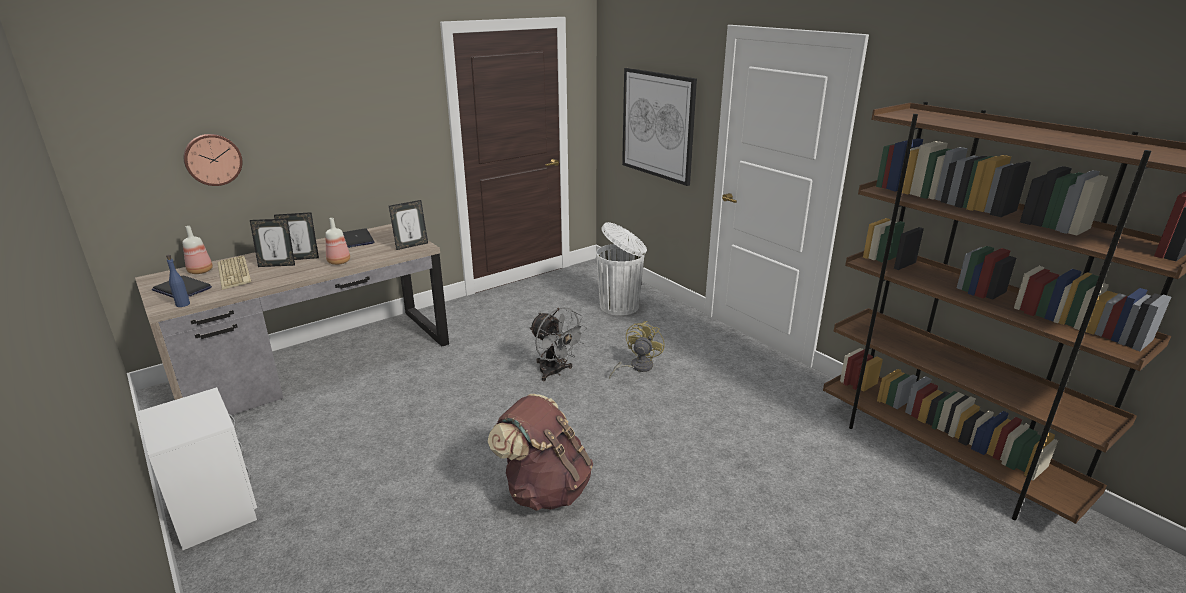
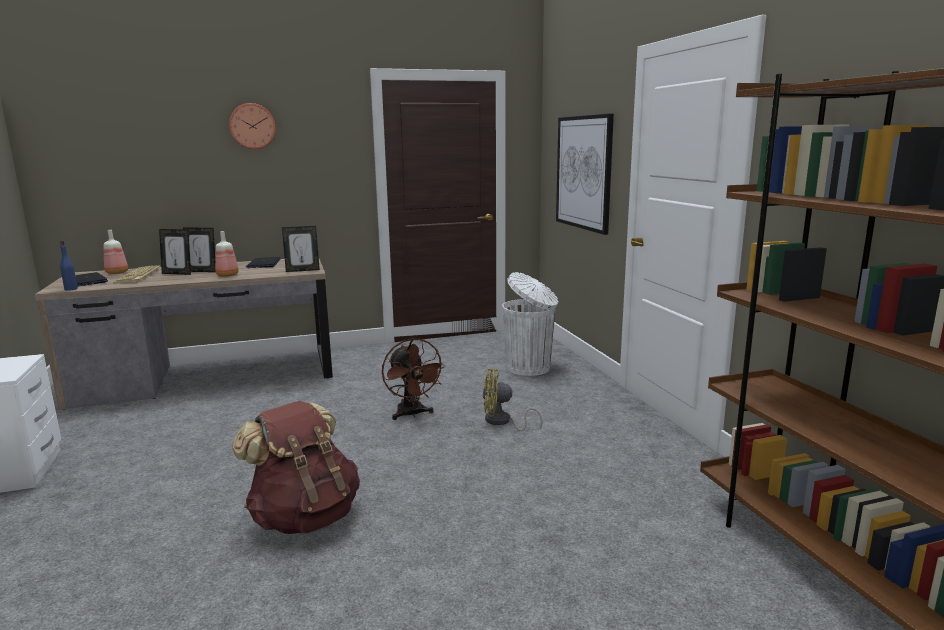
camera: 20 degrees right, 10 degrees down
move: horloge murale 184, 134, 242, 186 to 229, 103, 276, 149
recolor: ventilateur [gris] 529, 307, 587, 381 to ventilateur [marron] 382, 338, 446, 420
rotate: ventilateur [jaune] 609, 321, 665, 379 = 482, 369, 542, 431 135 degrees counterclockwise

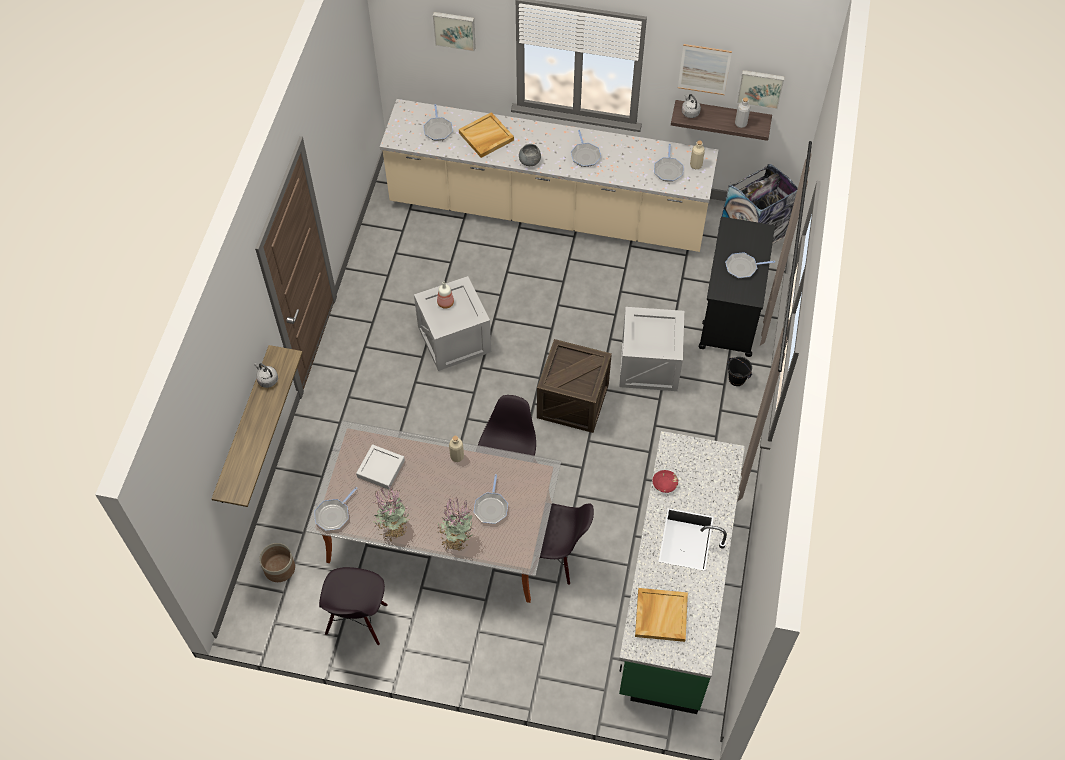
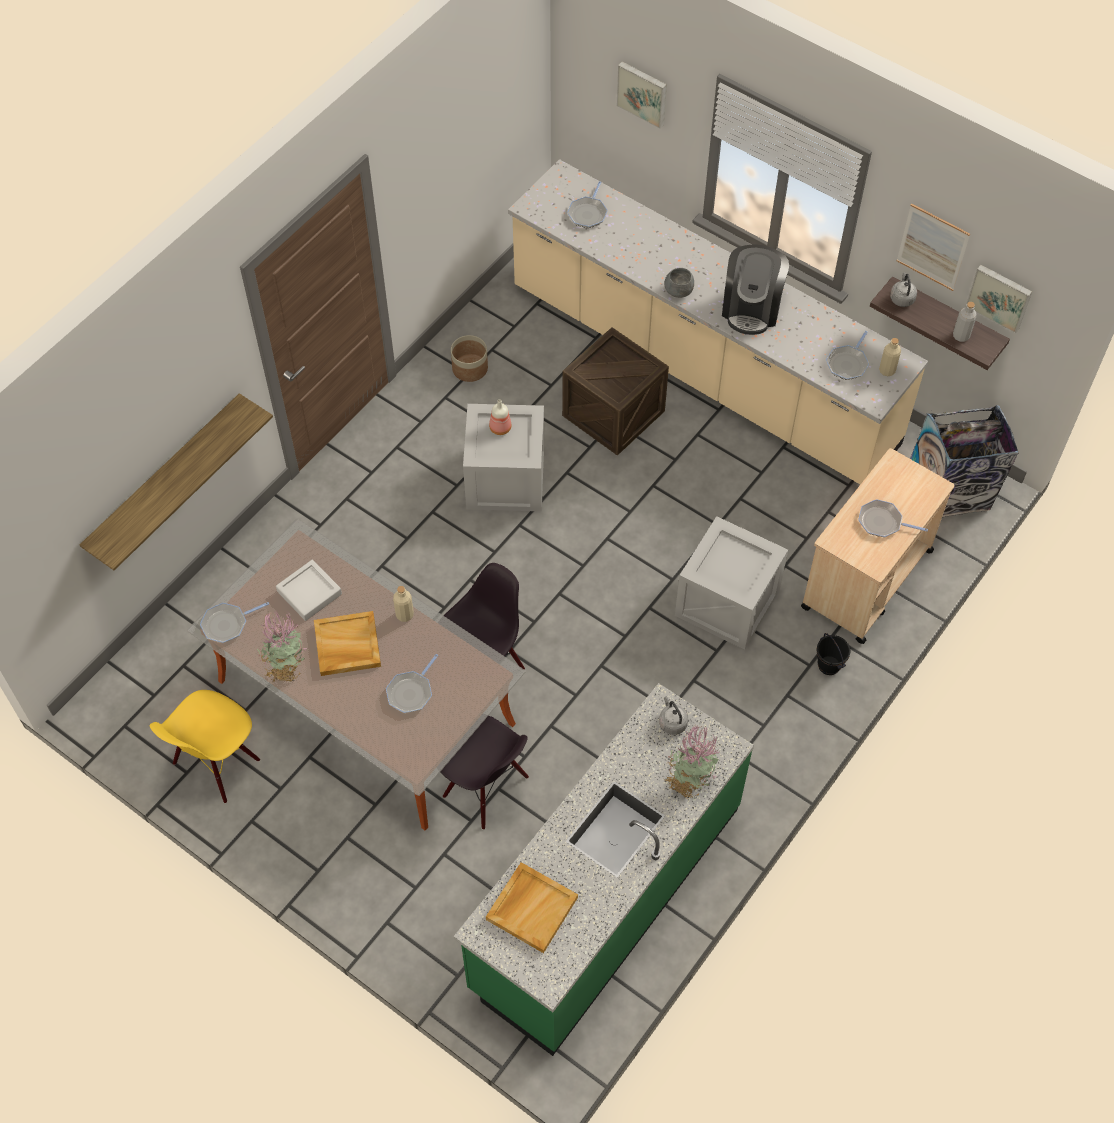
camera: 25 degrees right, 0 degrees up
delete: bol [rouge] 653, 470, 678, 493
move: bouilloire [gris] 254, 363, 278, 388 to 659, 696, 688, 735; cache-pot 259, 543, 295, 582 to 451, 335, 488, 382; plante en pot 437, 497, 475, 551 to 665, 725, 719, 799; plateau [beige] 459, 112, 514, 158 to 314, 611, 381, 676; caisse 537, 339, 612, 433 to 562, 327, 669, 456
replace: poêle 571, 130, 601, 167 to machine à café 722, 244, 789, 335
recolor: chaise [noir] 319, 567, 388, 646 to chaise [jaune] 150, 690, 260, 803; chariot [noir] 699, 217, 775, 357 to chariot [beige] 801, 448, 955, 644

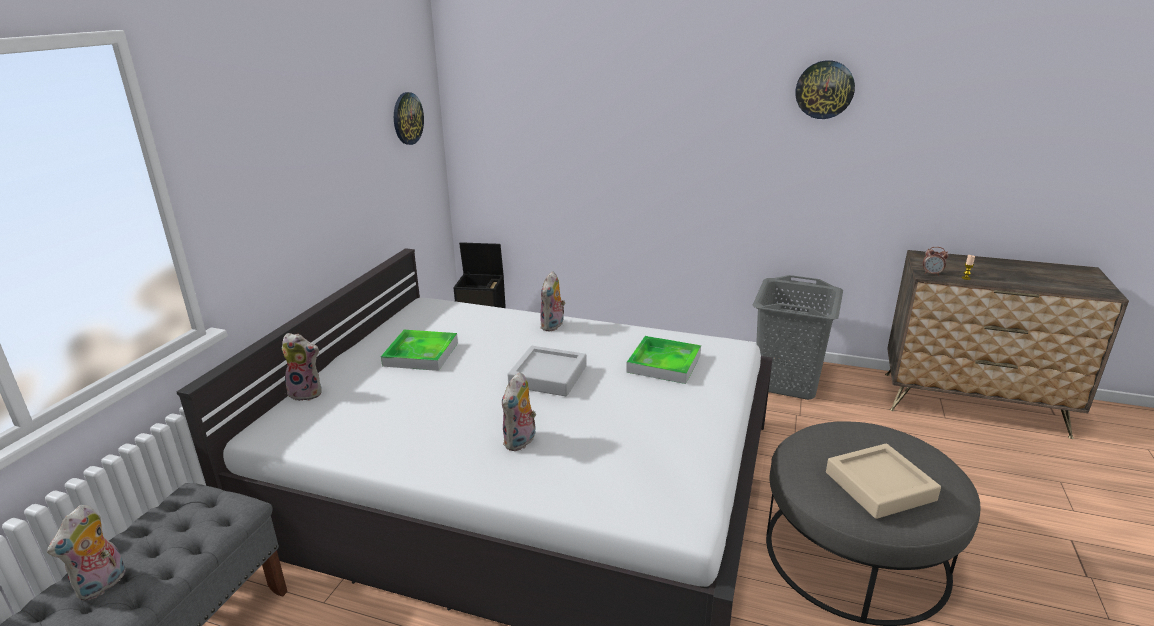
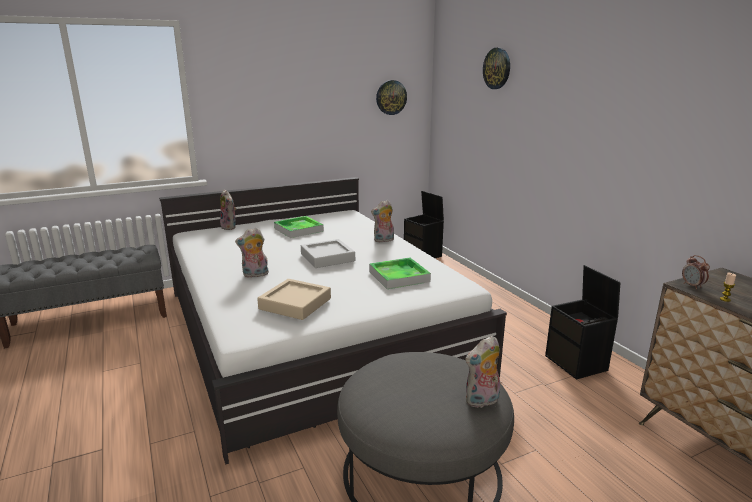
camera: 45 degrees right, 5 degrees down
move: peluche 47, 505, 126, 601 to 465, 336, 500, 408; horloge murale 795, 60, 855, 119 to 483, 48, 510, 89; plateau [beige] 826, 443, 941, 519 to 257, 279, 331, 320
replace: panier à linge [gris] 752, 275, 843, 400 to boîte de rangement [noir] 545, 265, 621, 379

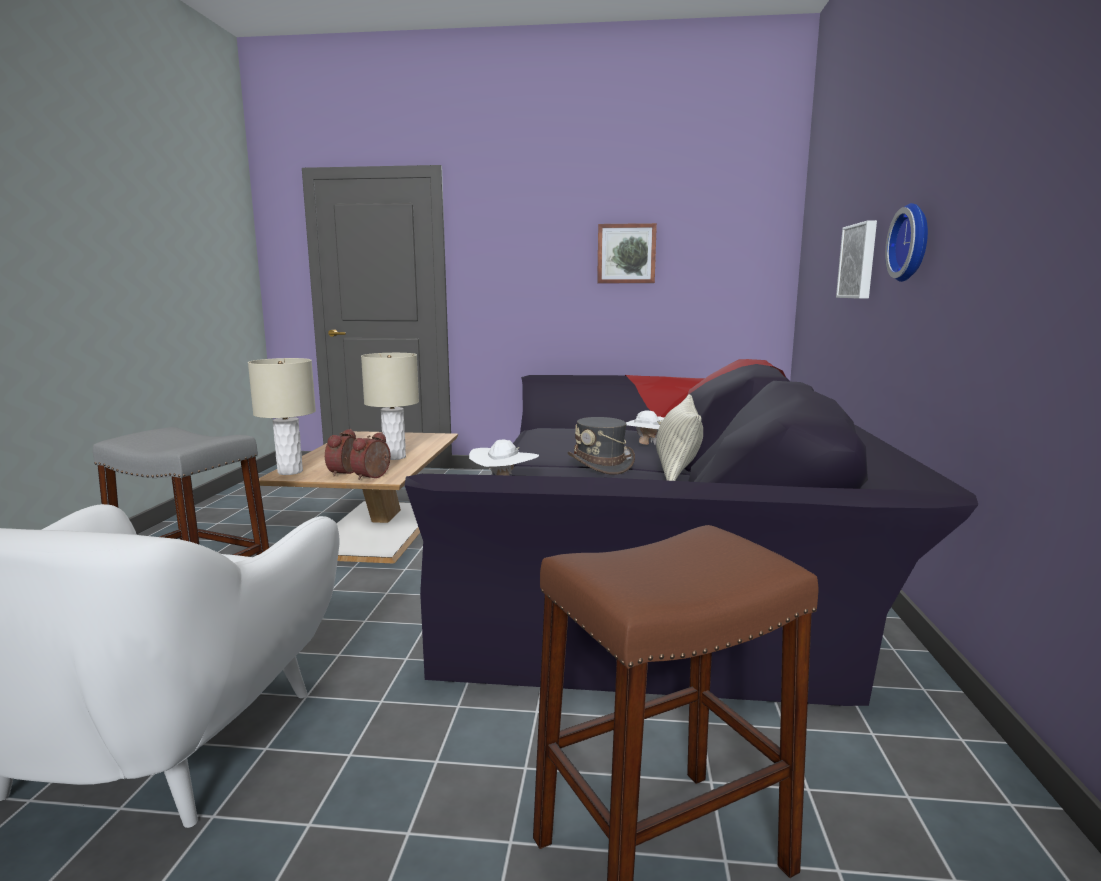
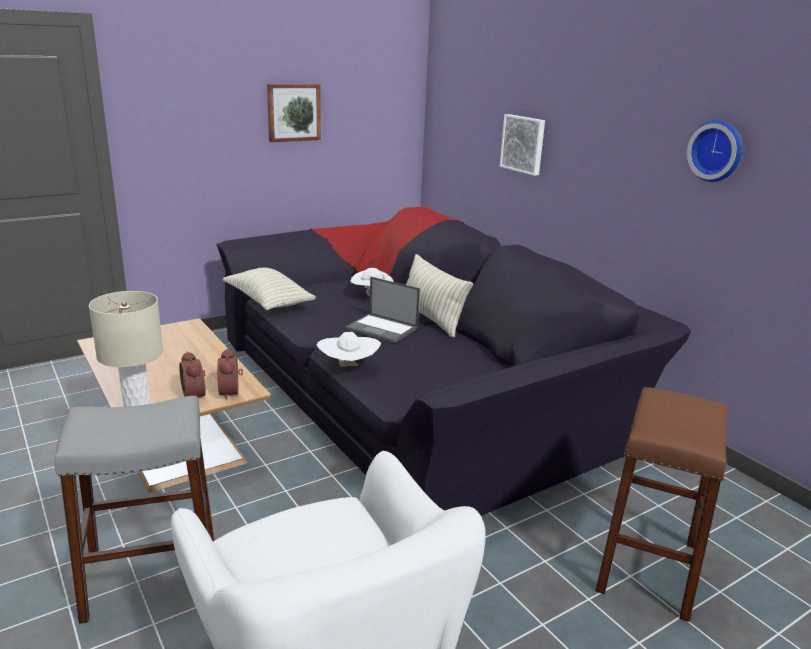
camera: 40 degrees left, 10 degrees up
delete: lampe de table [beige] 361, 353, 419, 460
insert: coussin 223, 268, 316, 310
move: horloge murale 885, 203, 928, 282 to 687, 120, 742, 182
replace: chapeau [gris] 567, 417, 635, 475 to ordinateur portable 345, 277, 420, 344

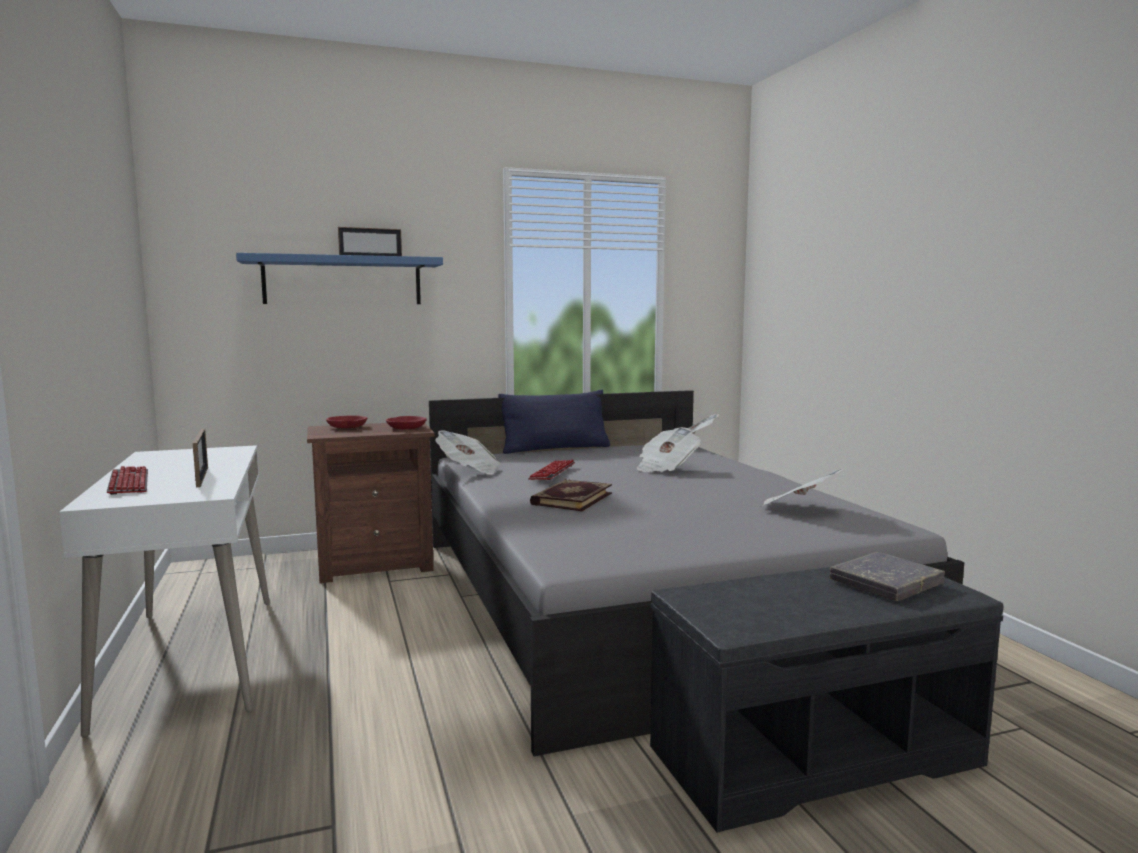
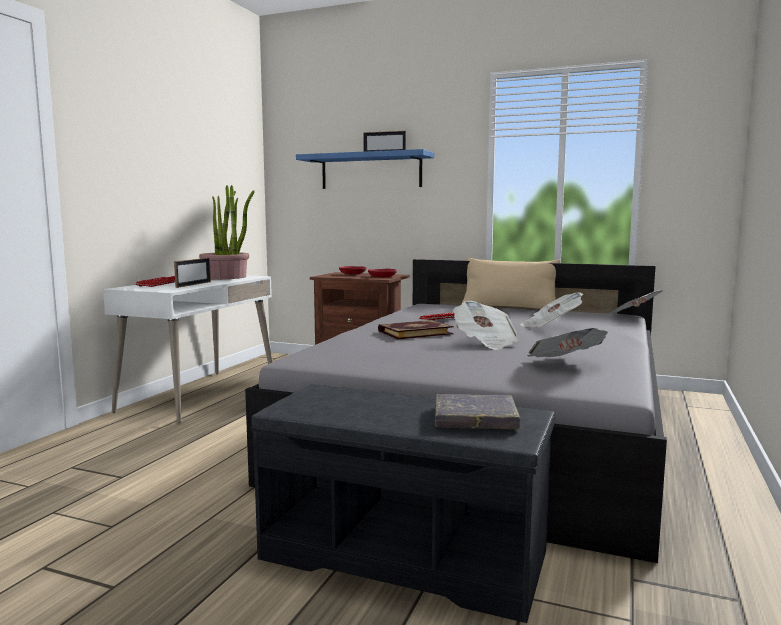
camera: 40 degrees right, 0 degrees up
insert: plante en pot 199, 185, 255, 279
move: journal 435, 430, 501, 475 to 453, 301, 519, 350
recolor: coussin [bleu] 498, 390, 610, 454 to coussin [beige] 462, 258, 561, 309

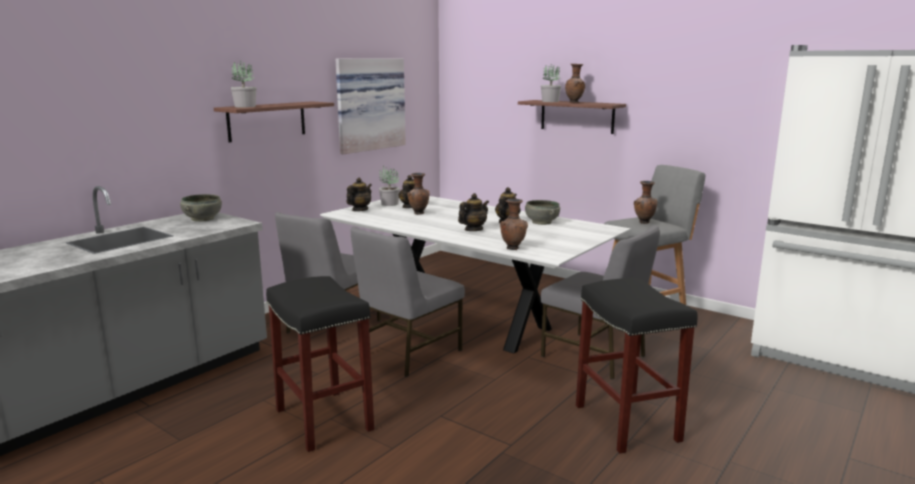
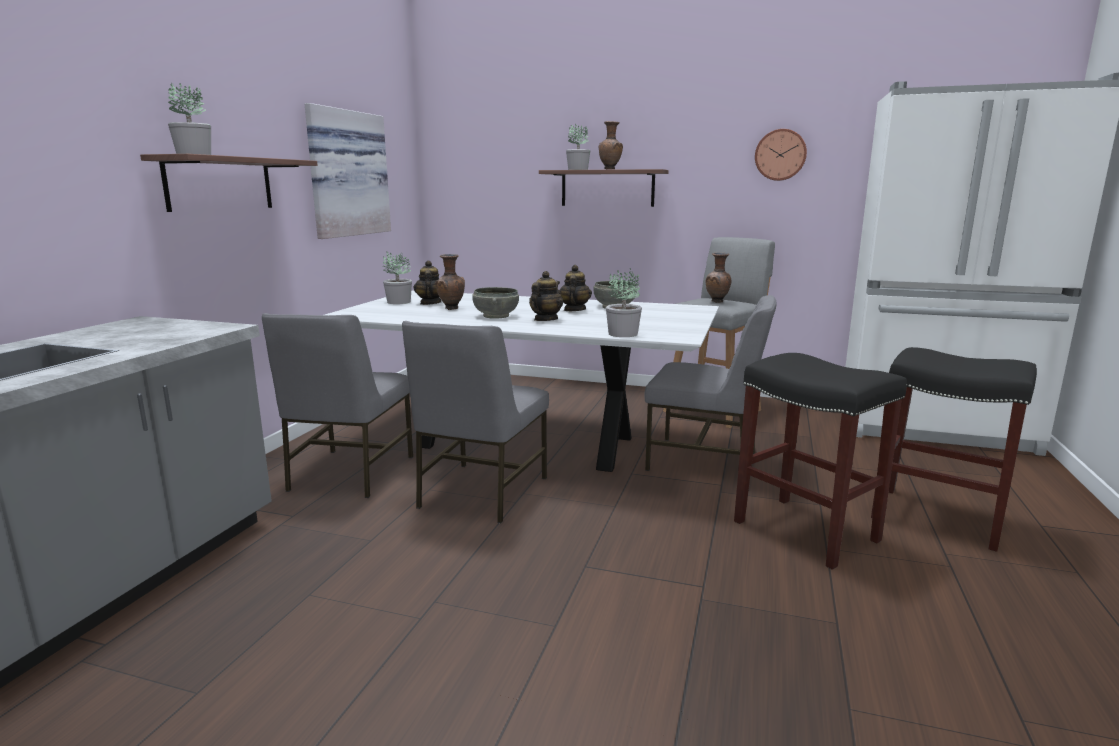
camera: 20 degrees left, 0 degrees up
delete: théière 346, 178, 372, 211
insert: horloge murale 755, 129, 807, 181
move: bol [gris] 180, 194, 222, 222 to 472, 287, 519, 319; tabouret [noir] 266, 276, 374, 452 to 871, 347, 1037, 552
replace: vase [marron] 500, 199, 528, 250 to plante en pot 606, 268, 642, 337

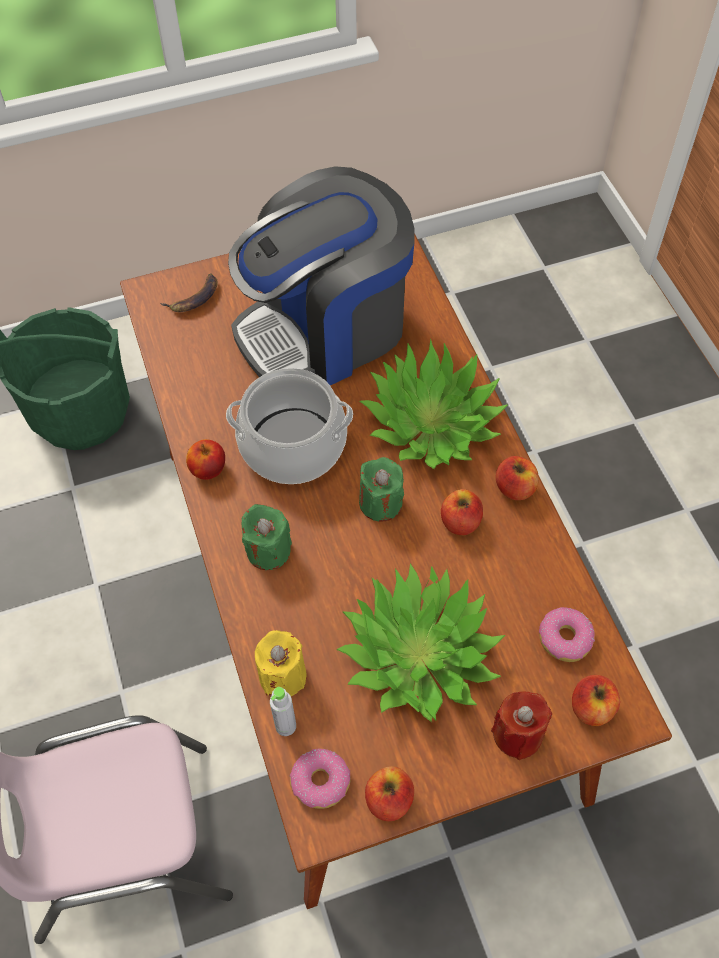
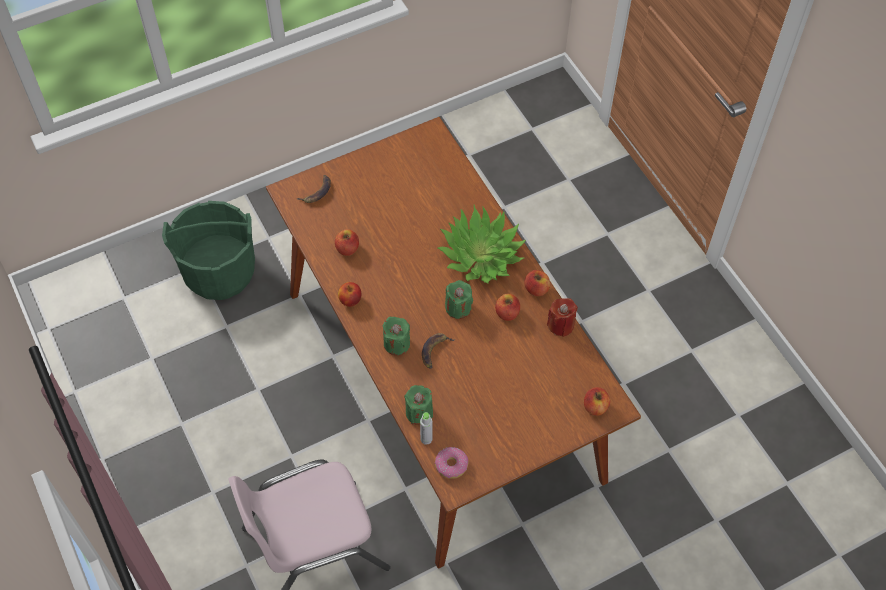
camera: 10 degrees left, 0 degrees up
delete: marmite 226, 368, 353, 484; machine à café 228, 166, 414, 385; plante en pot 336, 563, 505, 722; beignet 539, 607, 595, 662
insert: banane 422, 333, 455, 369
move: pomme 365, 766, 414, 821 to 335, 229, 359, 256; bougie [rouge] 491, 691, 552, 760 to 547, 298, 578, 337
recolor: bougie [jaune] 255, 630, 306, 696 to bougie [vert] 404, 385, 433, 425

